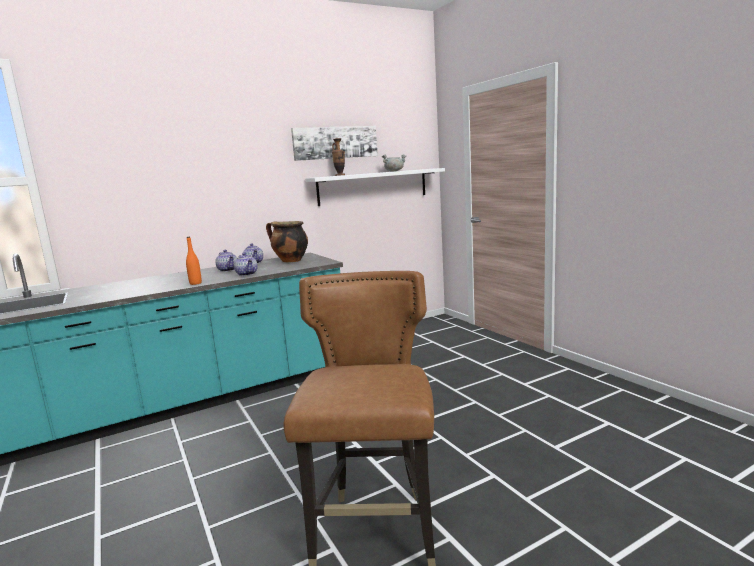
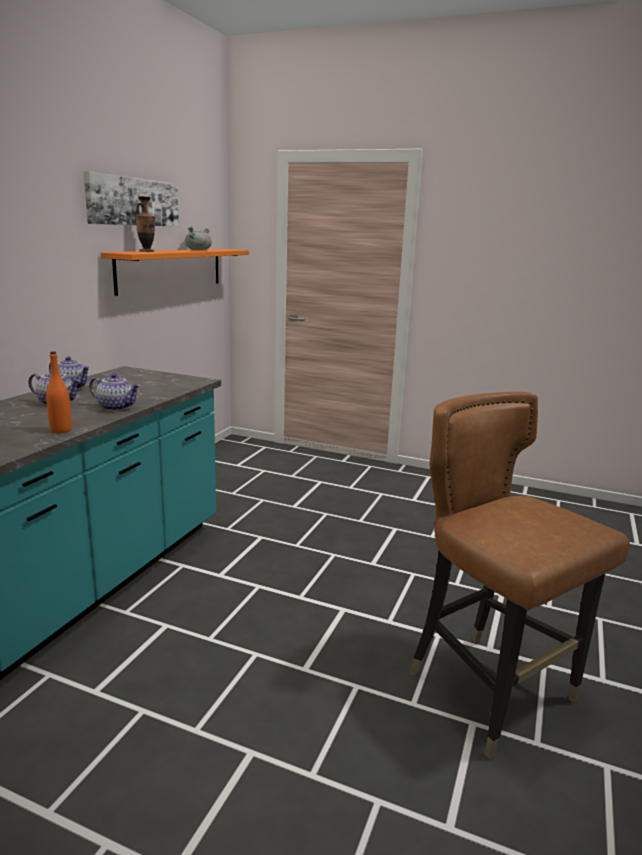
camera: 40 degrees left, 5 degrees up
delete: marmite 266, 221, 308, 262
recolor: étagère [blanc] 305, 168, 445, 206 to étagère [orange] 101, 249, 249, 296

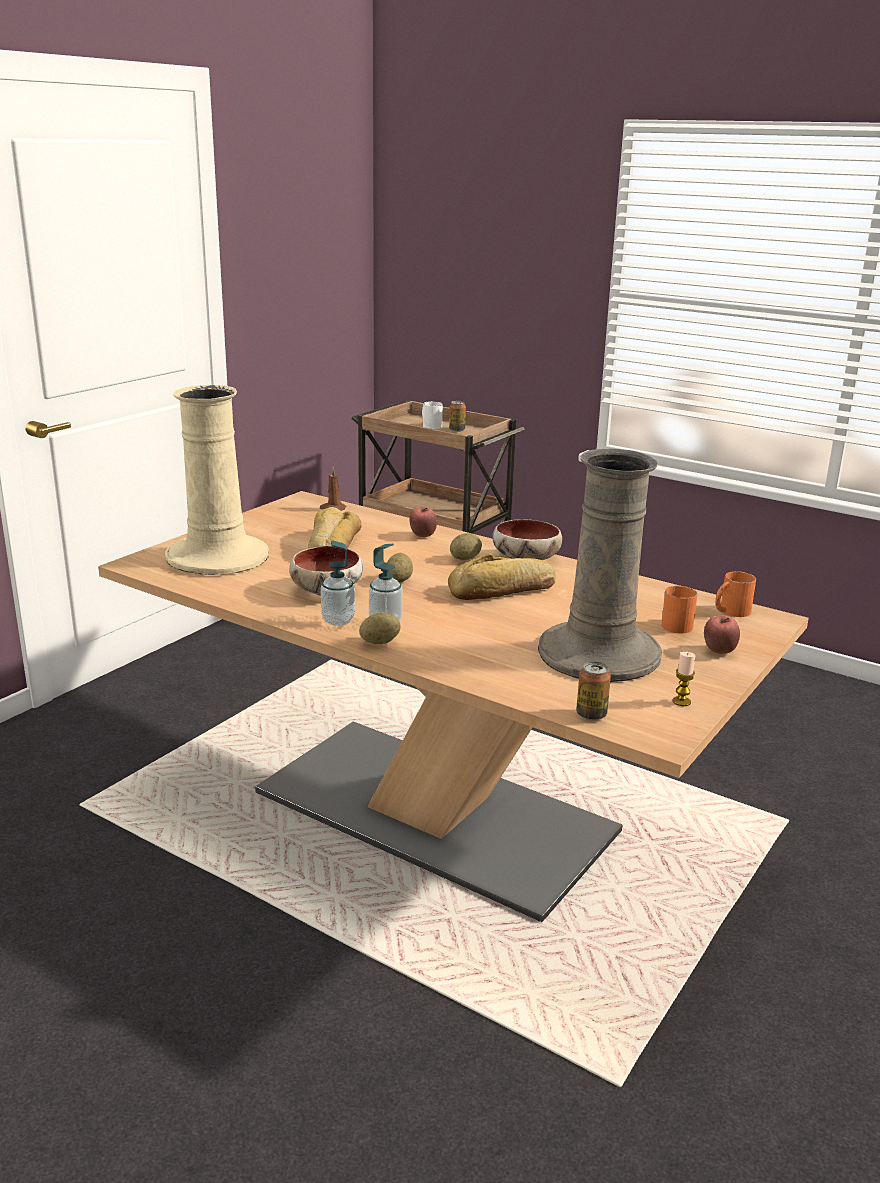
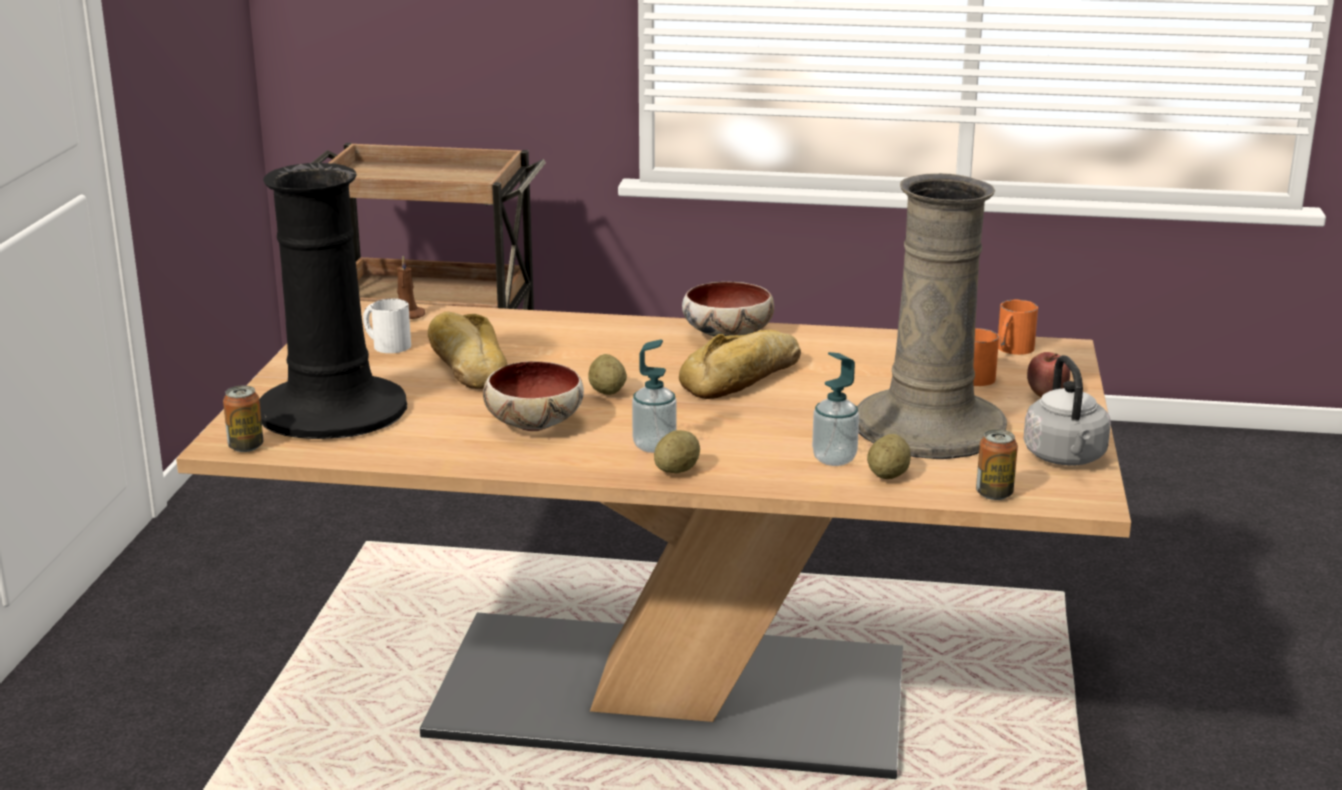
camera: 25 degrees left, 0 degrees up
delete: pomme 409, 506, 437, 537
move: distributeur de savon 321, 540, 355, 626 to 812, 352, 859, 466; mug [blanc] 422, 401, 443, 429 to 363, 298, 411, 353; boîte métallique 449, 401, 466, 432 to 223, 385, 263, 452; pomme de terre 450, 533, 482, 560 to 867, 434, 911, 479
replace: bougie 672, 652, 695, 706 to bouilloire [gris] 1023, 355, 1111, 465
recolor: vase [beige] 165, 385, 269, 575 to vase [noir] 259, 163, 407, 439

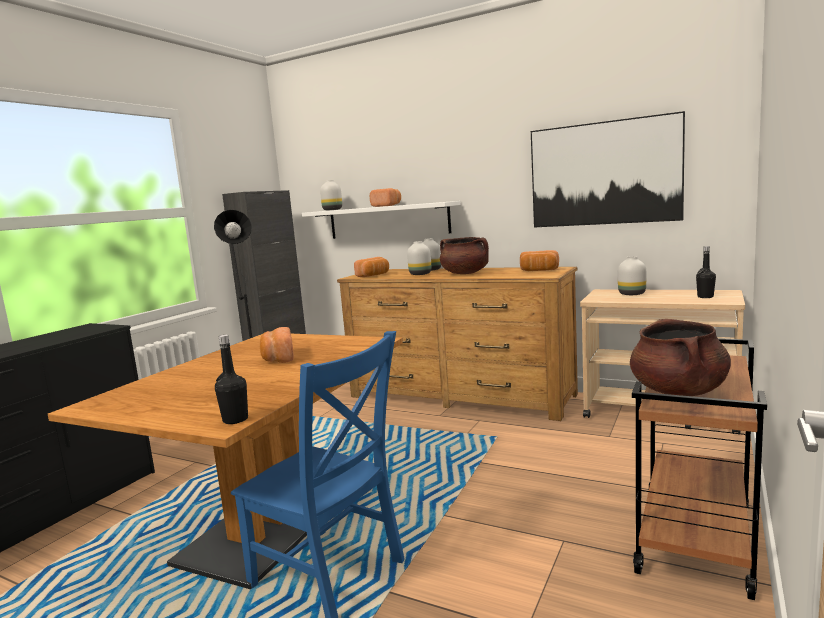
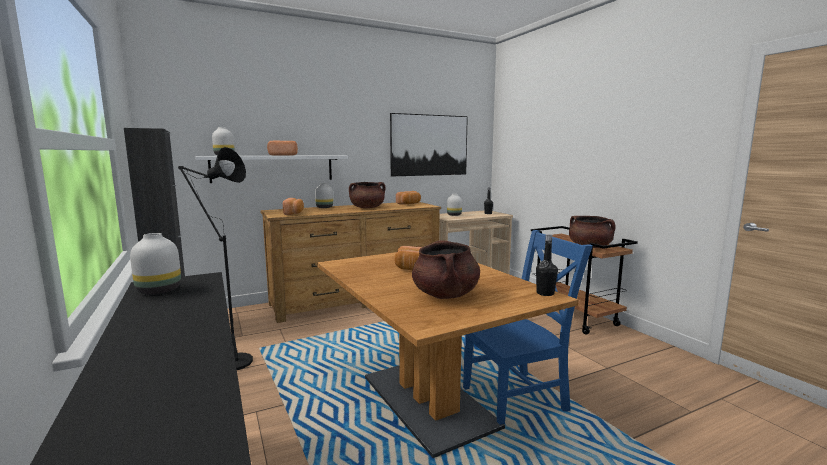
camera: 55 degrees left, 0 degrees up
insert: marmite [marron] 412, 240, 480, 299
move: vase [blanc] 407, 241, 431, 275 to 130, 233, 181, 295

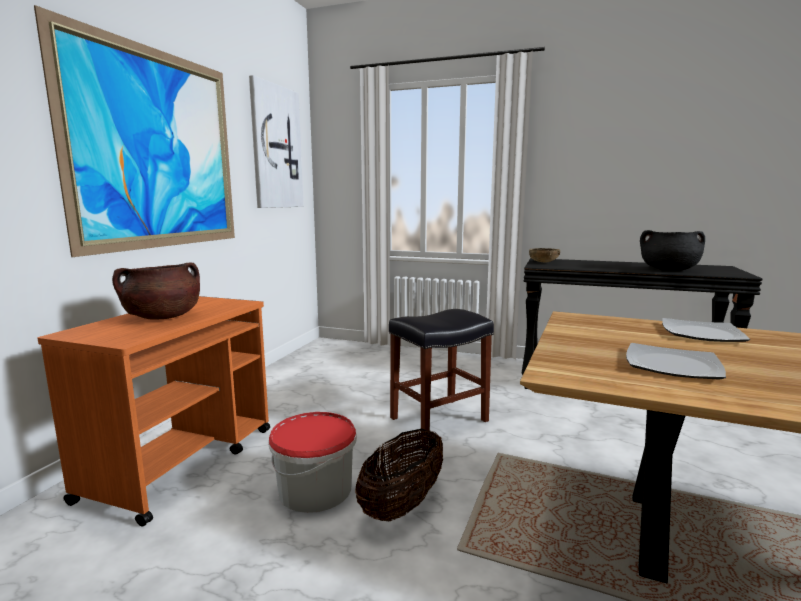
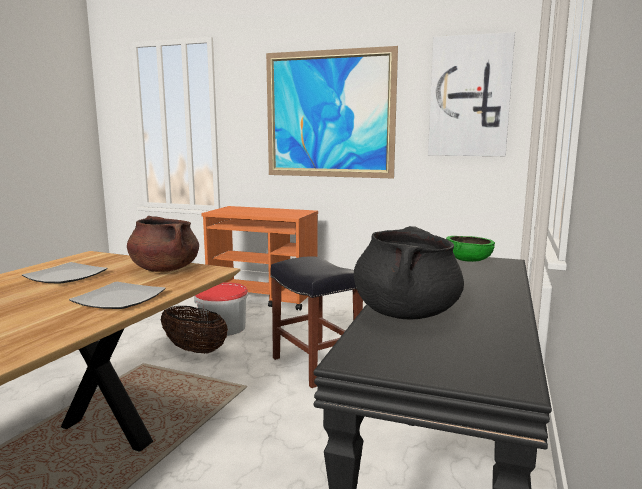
camera: 90 degrees right, 0 degrees up
move: marmite [marron] 112, 263, 200, 319 to 127, 216, 199, 272
recolor: bol [marron] 529, 248, 560, 262 to bol [vert] 446, 236, 495, 262

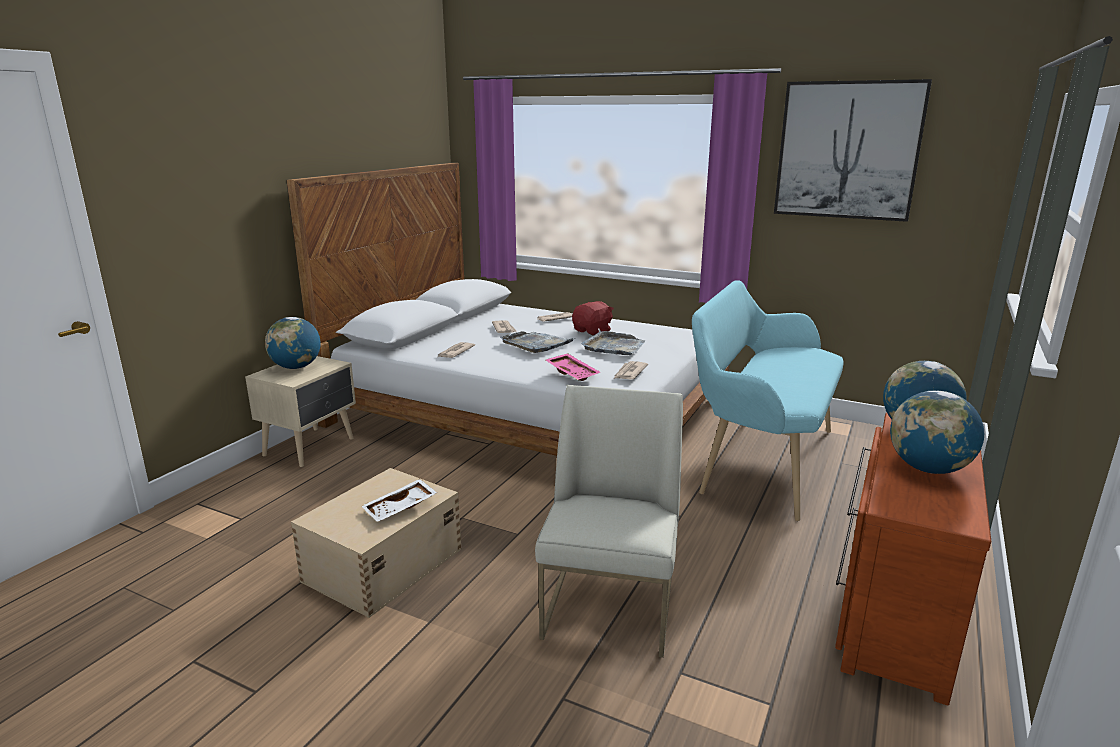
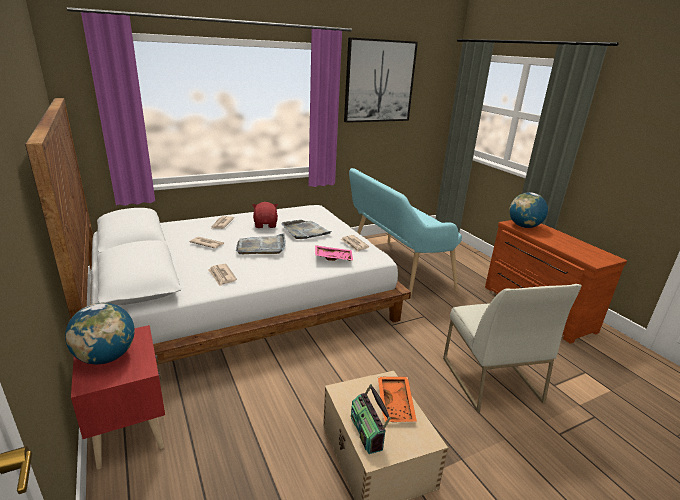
camera: 55 degrees left, 5 degrees up
delete: globe 890, 391, 984, 474
insert: radio 351, 384, 391, 454
recolor: table de chevet [beige] 245, 356, 356, 467 to table de chevet [rouge] 71, 325, 165, 469; plateau [blanc] 361, 479, 437, 522 to plateau [orange] 378, 377, 417, 422
rotate: chaise [blanc] 535, 385, 683, 658 = 443, 284, 582, 412 150 degrees counterclockwise

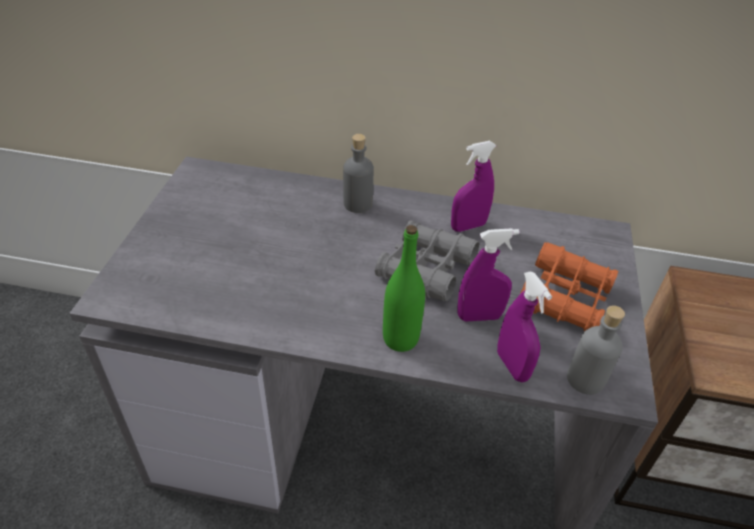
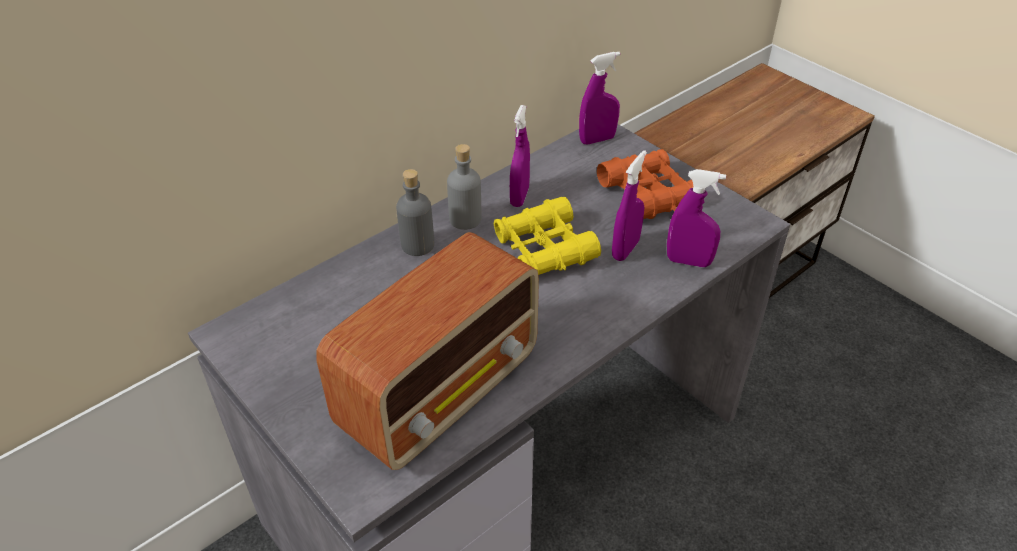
camera: 50 degrees left, 0 degrees up
delete: bouteille [vert] 383, 225, 425, 352
insert: radio 316, 232, 539, 470; vaporisateur [violet] 579, 52, 620, 144
move: bouteille [gris] 567, 305, 625, 395 to 447, 144, 481, 230
recolor: jumelles [gris] 375, 220, 479, 301 to jumelles [jaune] 494, 197, 601, 276

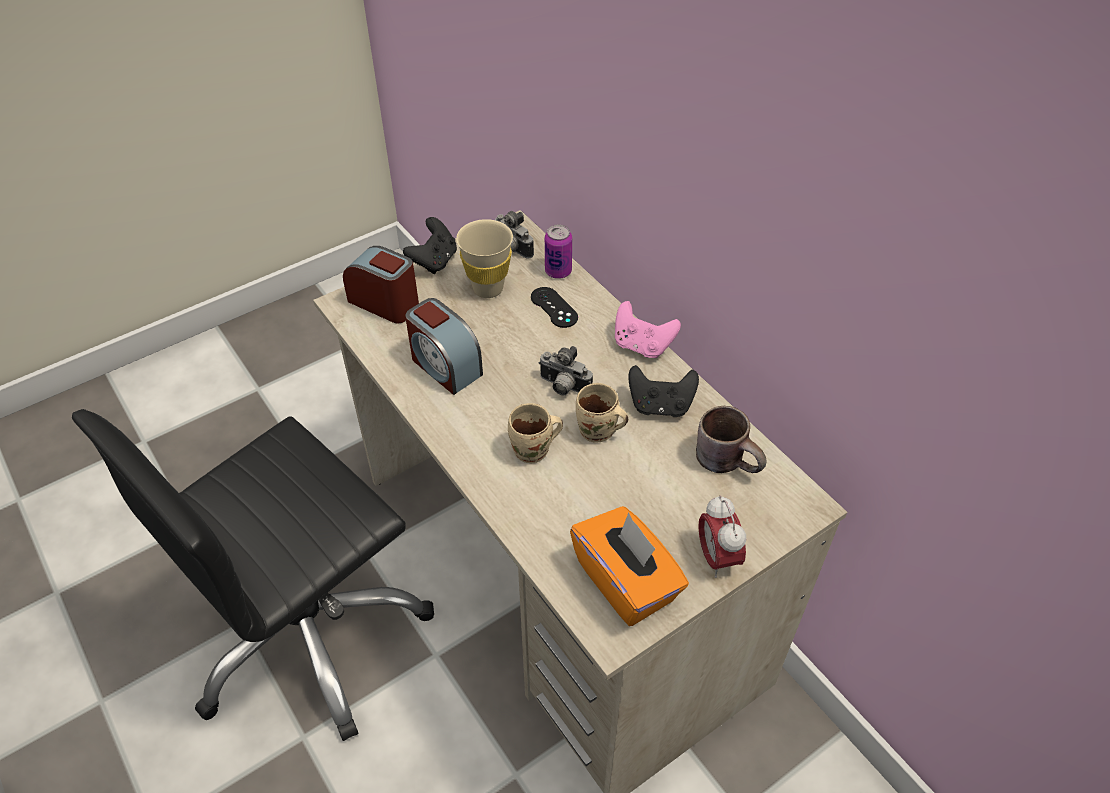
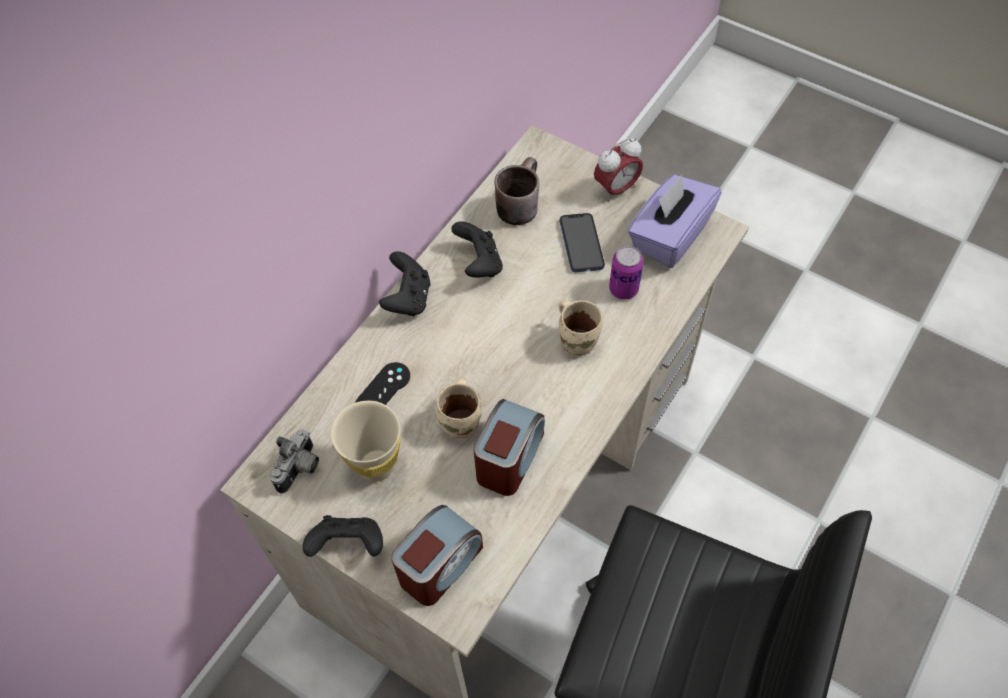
camera: 110 degrees left, 10 degrees up
delete: appareil photo 539, 346, 593, 395
insert: téléphone 559, 213, 605, 272
move: boîte métallique 545, 225, 572, 279 to 609, 246, 644, 300; mug [beige] 576, 383, 628, 443 to 435, 378, 482, 439
recolor: boîte à mouchoirs [orange] 570, 506, 689, 626 to boîte à mouchoirs [violet] 628, 175, 722, 268; manette [rose] 615, 301, 681, 358 to manette [noir] 379, 251, 430, 316
rotate: réveil 343, 246, 419, 323 = 391, 505, 483, 606 150 degrees counterclockwise

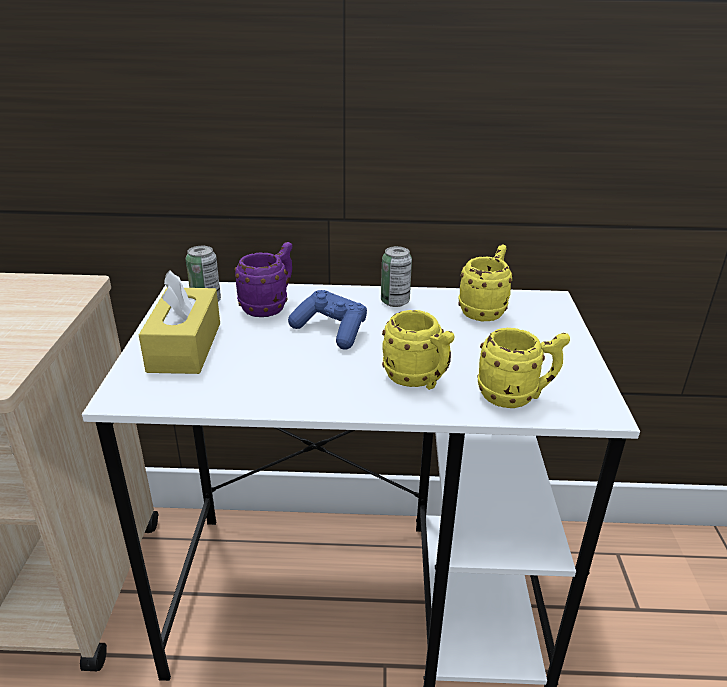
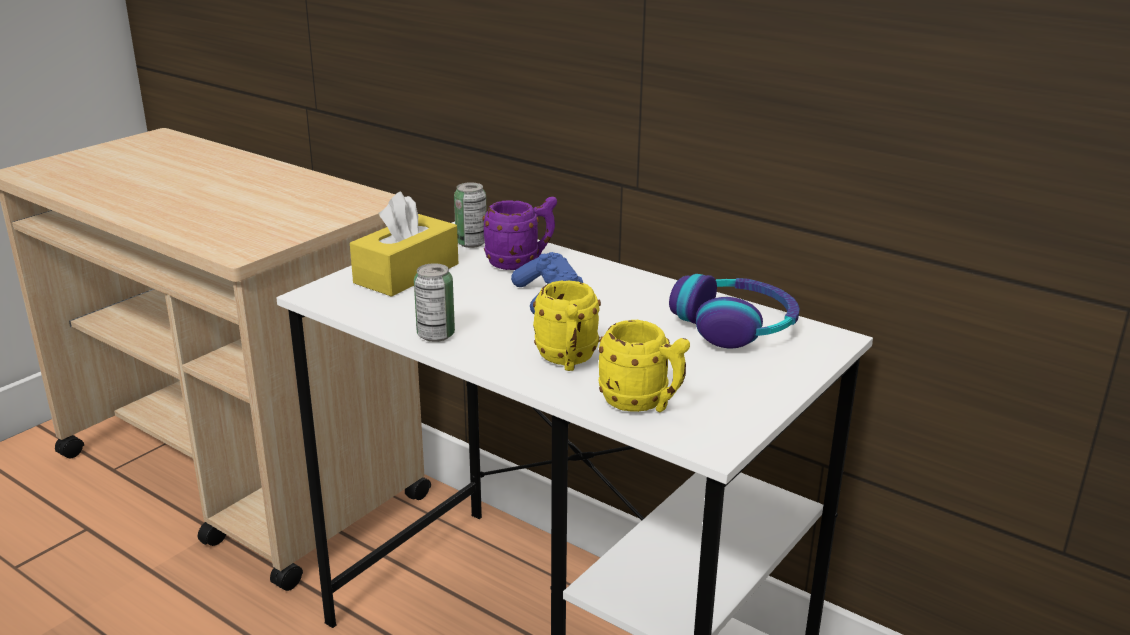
camera: 35 degrees right, 5 degrees down
move: boîte métallique 381, 246, 412, 307 to 414, 263, 455, 342
replace: mug [jaune] 458, 244, 513, 321 to casque audio 669, 274, 800, 348

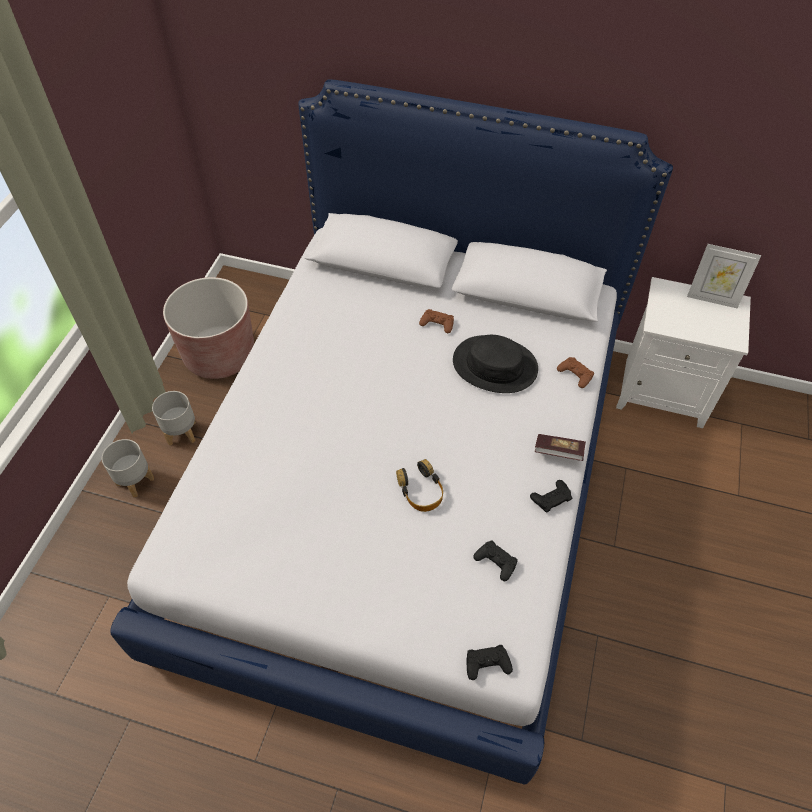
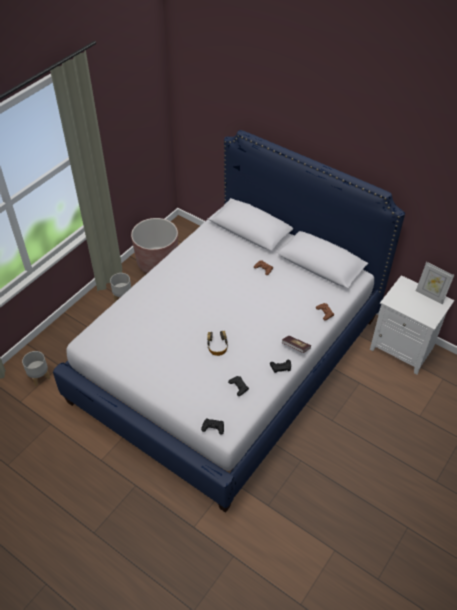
camera: 20 degrees right, 5 degrees down
delete: chapeau [noir] 453, 335, 538, 393
move: cache-pot [gris] 102, 439, 154, 498 to 22, 351, 50, 386

